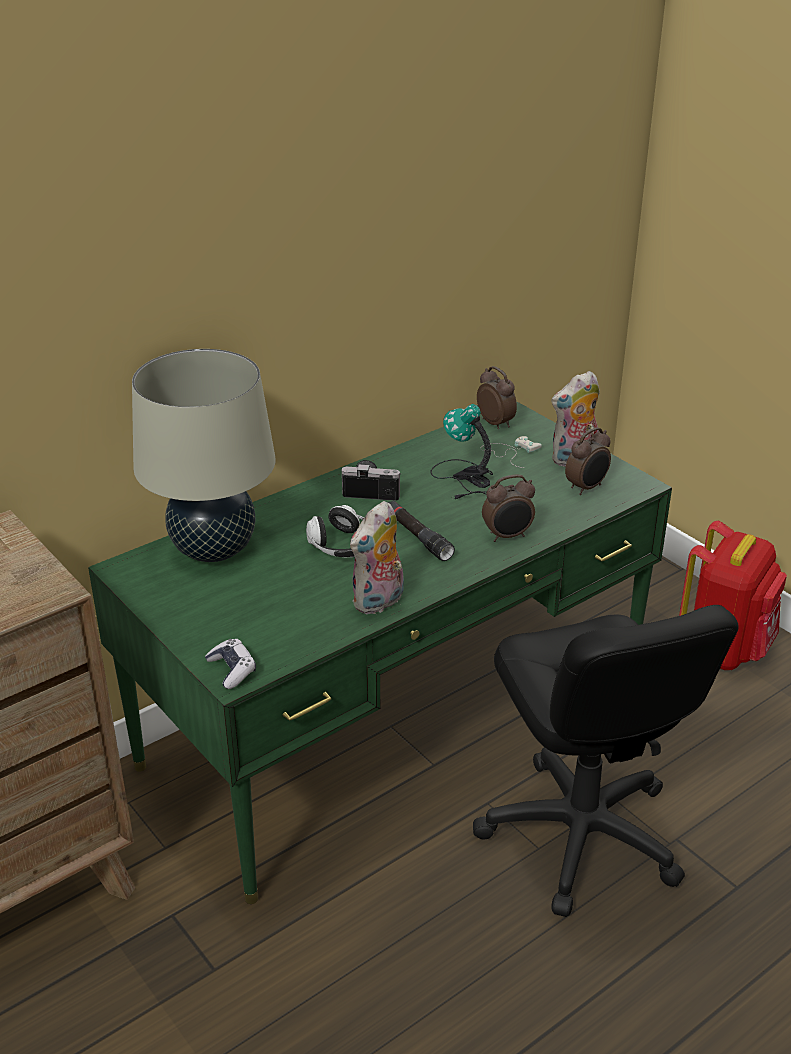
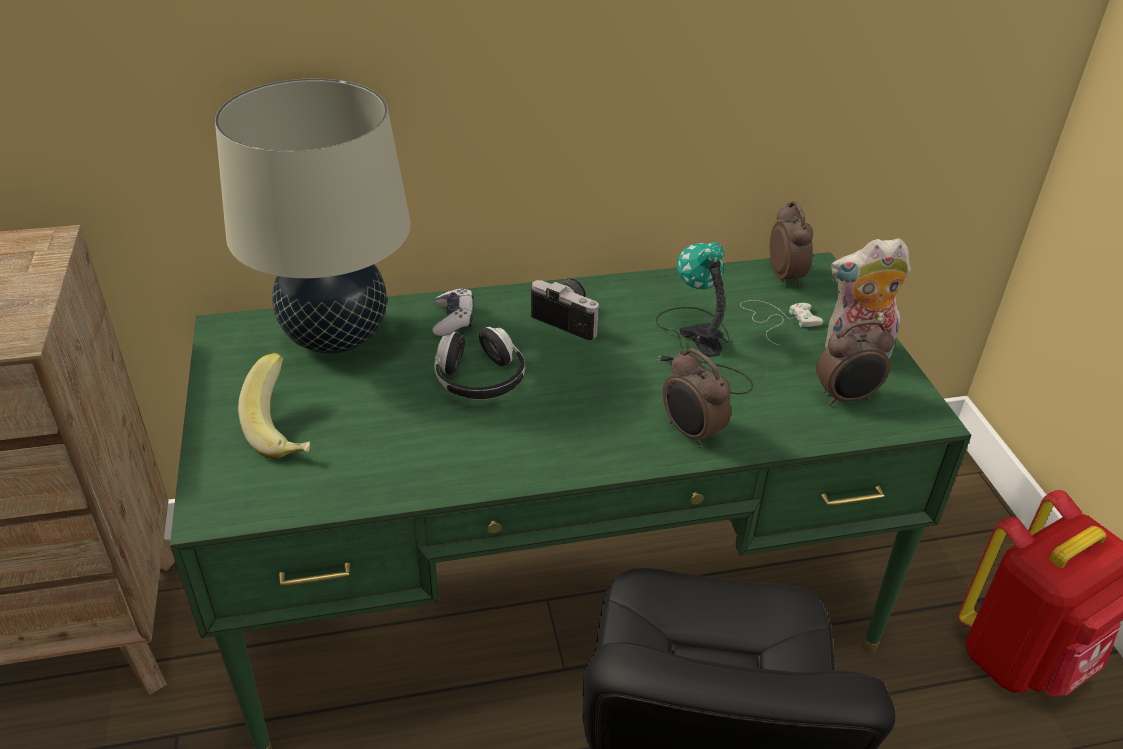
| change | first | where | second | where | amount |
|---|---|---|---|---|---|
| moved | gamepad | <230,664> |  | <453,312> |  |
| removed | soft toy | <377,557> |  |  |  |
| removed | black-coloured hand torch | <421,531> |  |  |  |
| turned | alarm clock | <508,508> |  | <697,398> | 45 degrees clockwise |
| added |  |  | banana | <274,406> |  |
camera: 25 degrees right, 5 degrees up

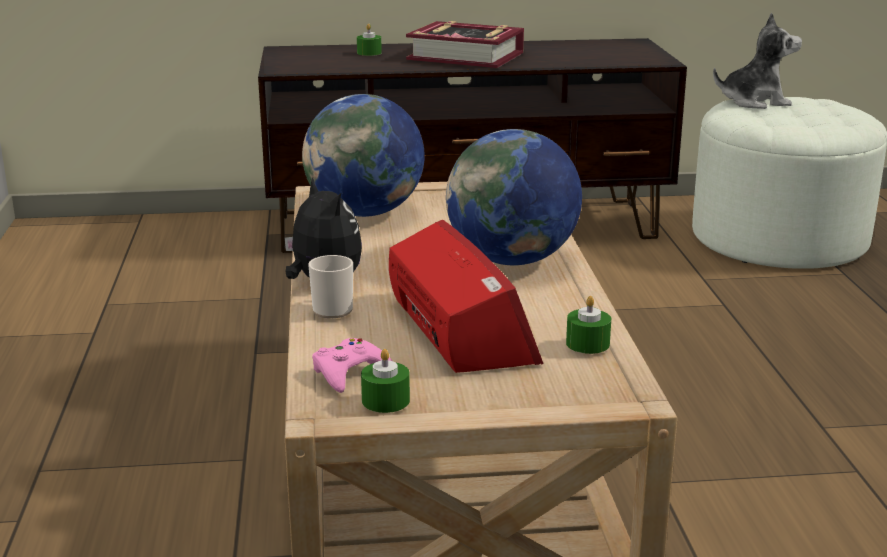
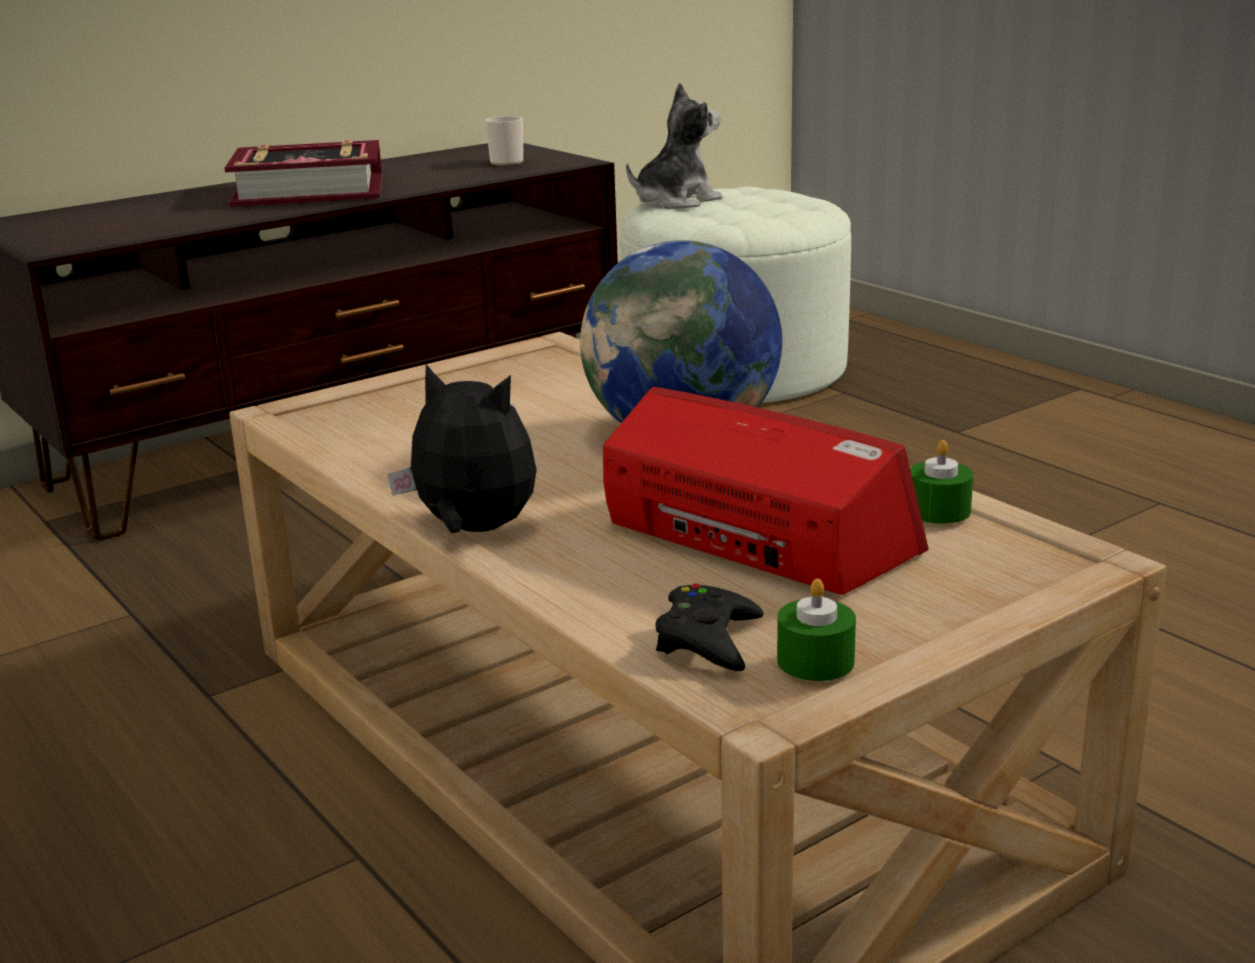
| change | first | where | second | where | amount |
|---|---|---|---|---|---|
| removed | globe | <363,155> |  |  |  |
| moved | mug | <330,286> |  | <504,140> |  |
| recoloured | pink-coloured gamepad | <352,365> | black-coloured gamepad | <709,627> |  |
| removed | green wax light | <369,40> |  |  |  |
camera: 30 degrees left, 0 degrees up

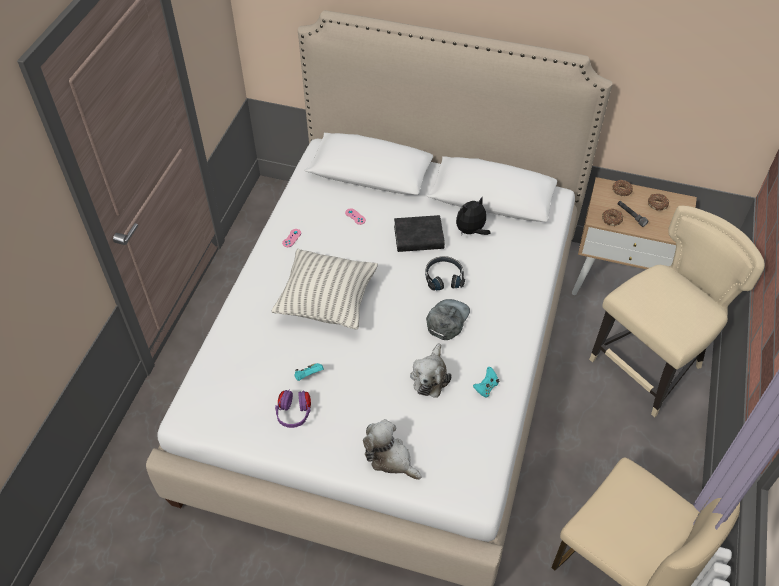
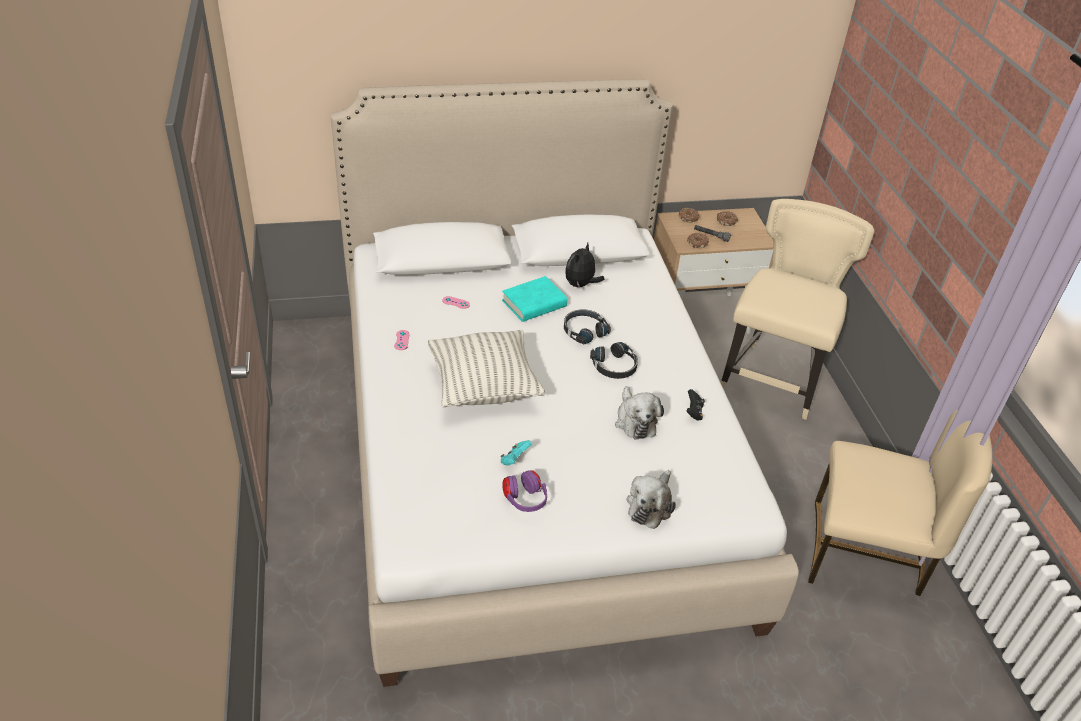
| change | first | where | second | where | amount |
|---|---|---|---|---|---|
| turned | soft toy | <392,449> |  | <651,499> | 75 degrees counterclockwise |
| recoloured | black-coloured book | <419,233> | blue-green book | <534,299> |  |
| replaced | greyish peaked cap | <448,319> | black-coloured headphones | <614,360> |  |
| recoloured | blue-green gamepad | <486,382> | black-coloured gamepad | <695,405> |  |
camera: 30 degrees left, 10 degrees down

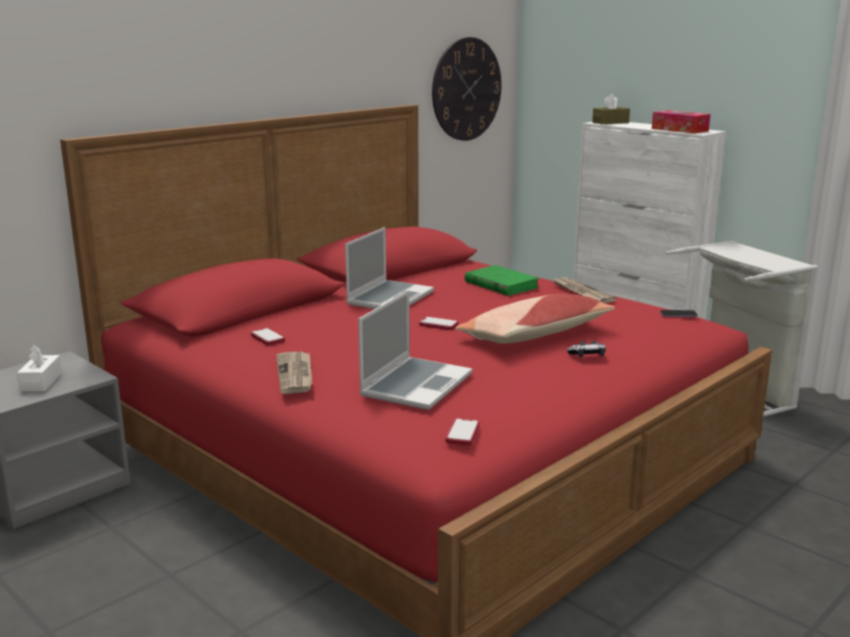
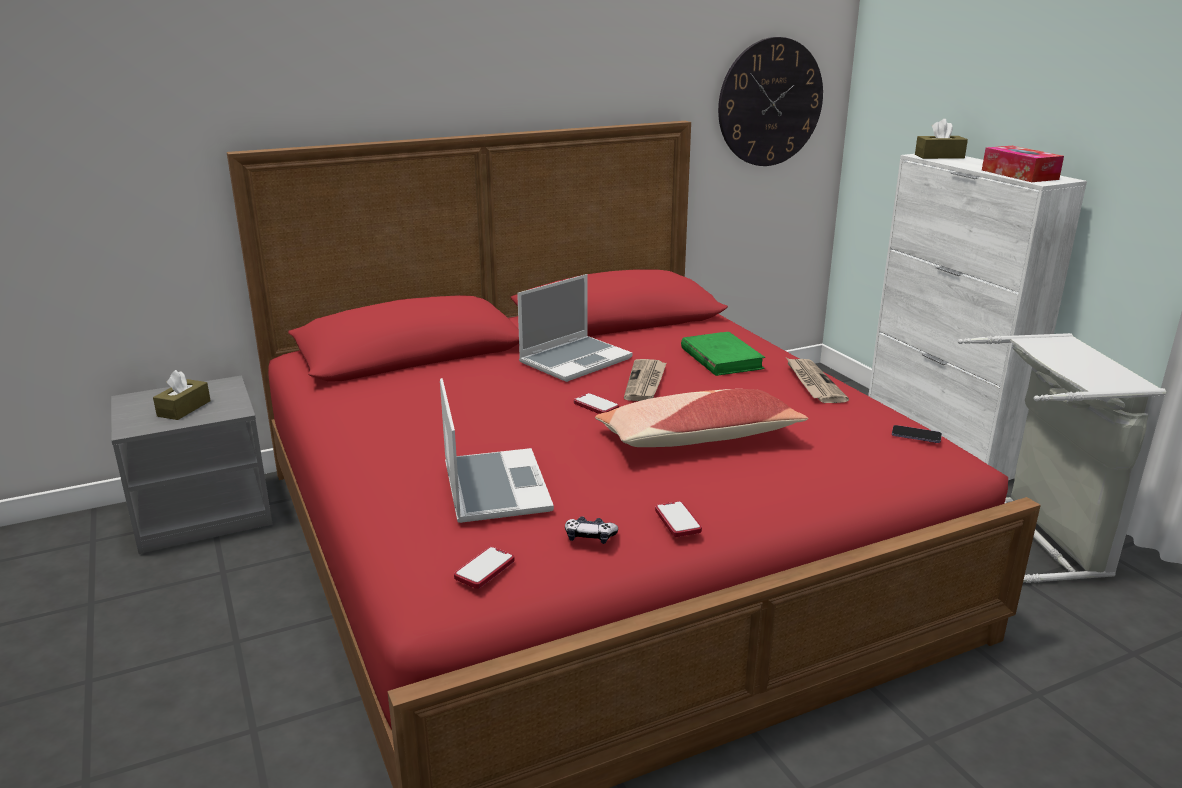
| change | first | where | second | where | amount |
|---|---|---|---|---|---|
| recoloured | white-coloured box of tissues | <39,368> | brownish box of tissues | <182,395> |  |
| moved | telephone | <268,336> |  | <678,519> |  |
| moved | daily paper | <294,373> |  | <645,380> |  |
| turned | notebook computer | <415,350> |  | <497,450> | 60 degrees counterclockwise |
| moved | gamepad | <586,349> |  | <591,530> |  |
camera: 20 degrees right, 5 degrees up

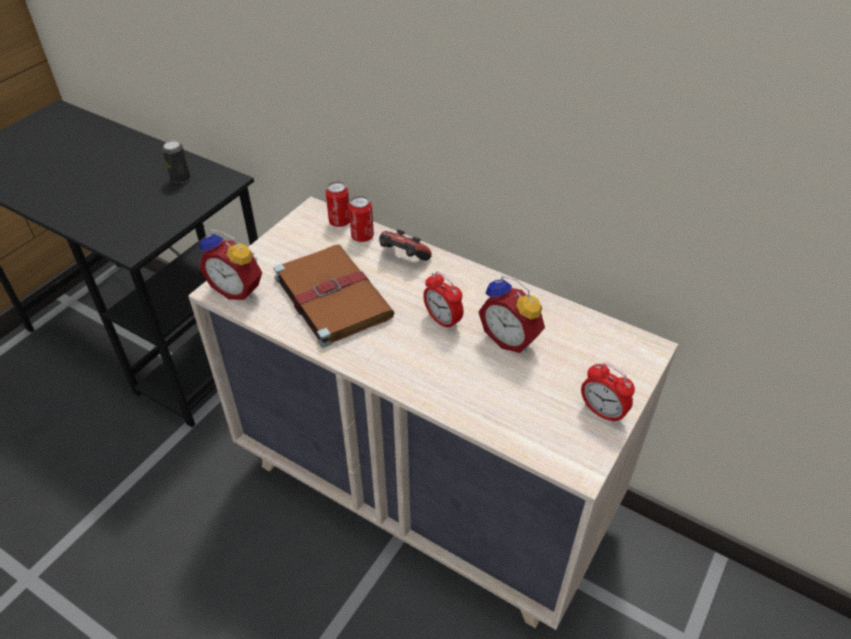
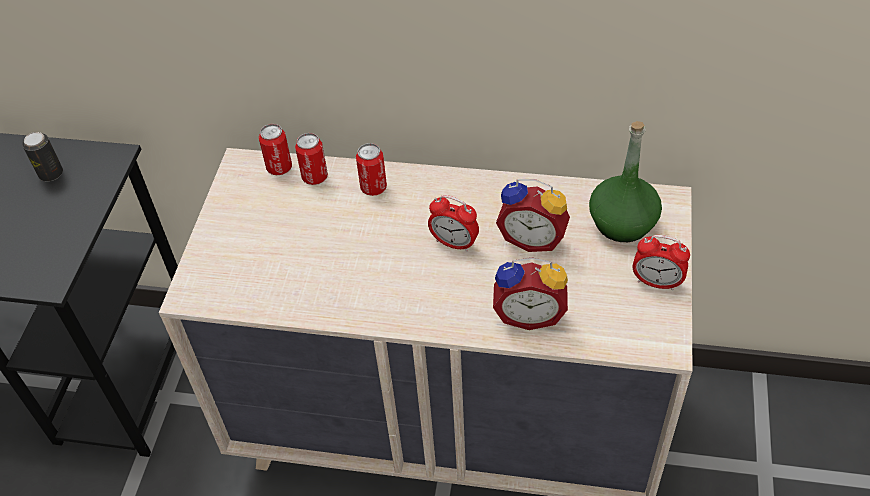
| change | first | where | second | where | amount |
|---|---|---|---|---|---|
| moved | alarm clock | <230,265> |  | <530,293> |  |
| removed | brownish book | <334,296> |  |  |  |
| replaced | gamepad | <405,245> | sealed can | <371,169> |  |
| added |  |  | green bottle | <625,181> |  |
camera: 20 degrees left, 5 degrees up

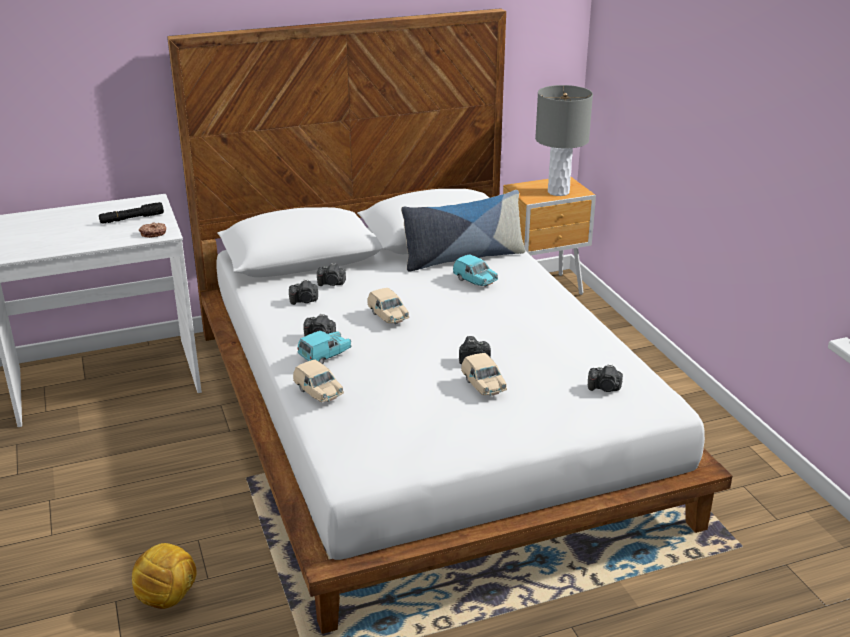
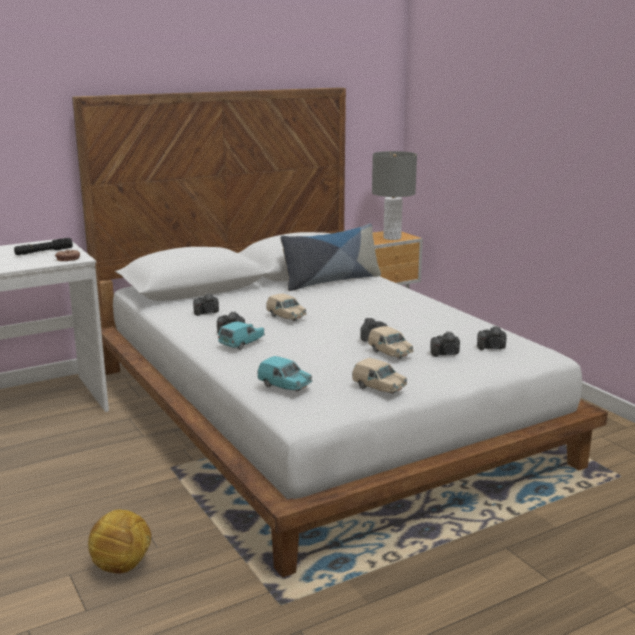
| change | first | where | second | where | amount |
|---|---|---|---|---|---|
| moved | sand-coloured toy car | <318,381> |  | <379,376> |  |
| moved | still camera | <331,274> |  | <445,344> |  |
| moved | blue-green toy car | <475,270> |  | <285,373> |  |
camera: 10 degrees left, 10 degrees down

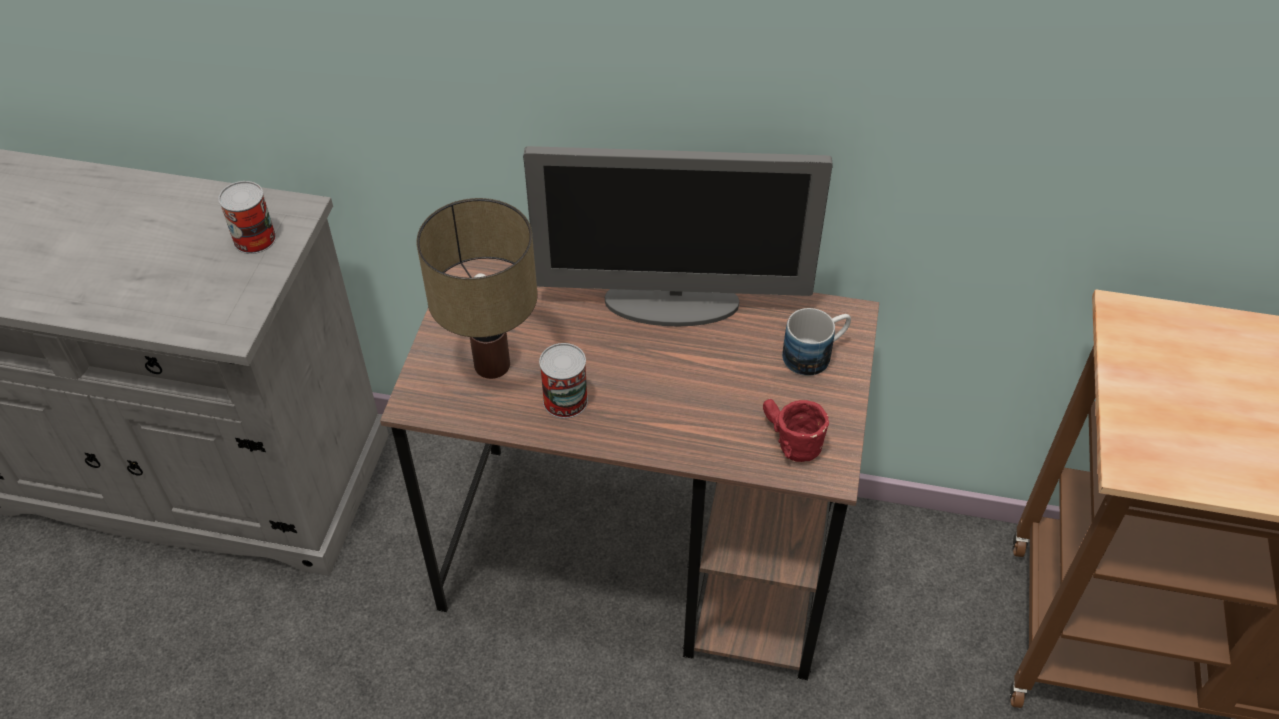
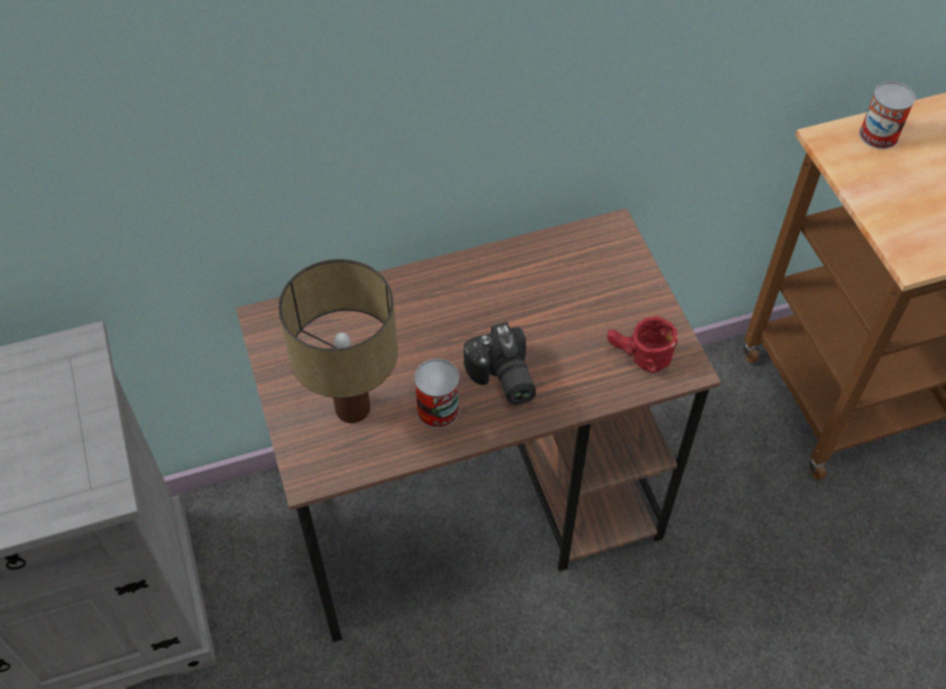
| change | first | where | second | where | amount |
|---|---|---|---|---|---|
| moved | sealed can | <247,217> |  | <887,115> |  |
| removed | computer screen | <678,236> |  |  |  |
| removed | mug | <816,342> |  |  |  |
| added |  |  | still camera | <500,363> |  |
camera: 30 degrees left, 5 degrees up

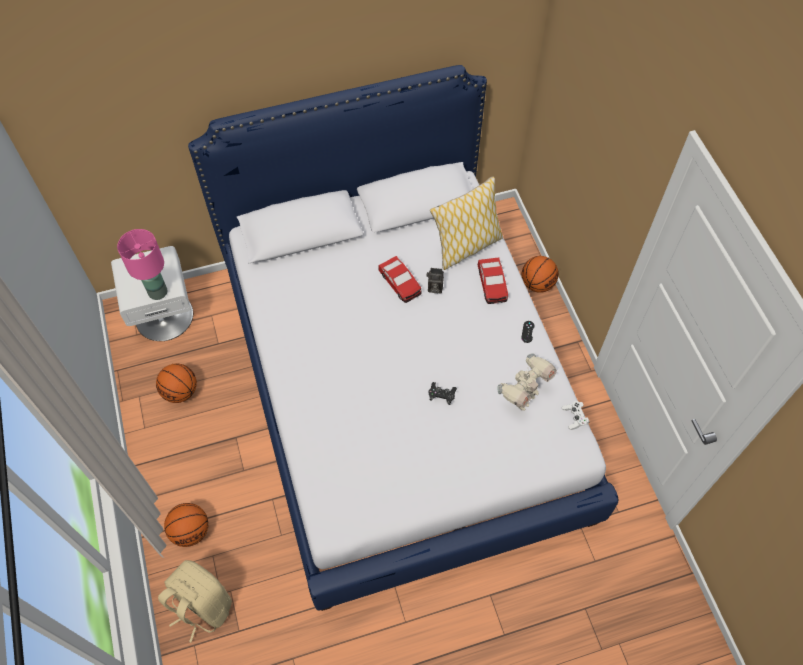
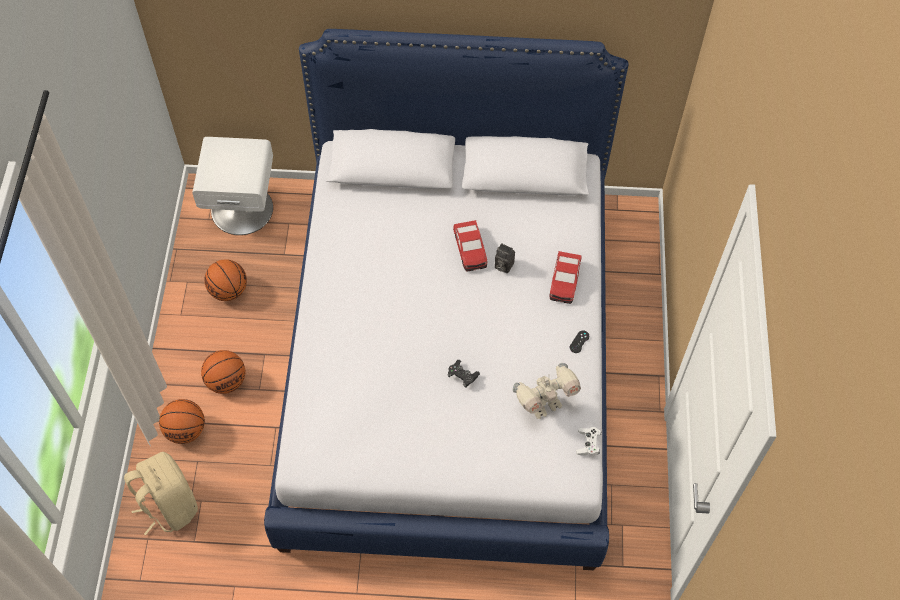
| change | first | where | second | where | amount |
|---|---|---|---|---|---|
| removed | pink-coloured lamp for a table | <142,264> |  |  |  |
| removed | pillow | <466,223> |  |  |  |
| moved | basketball ball | <540,274> |  | <223,372> |  |
camera: 20 degrees right, 0 degrees up

